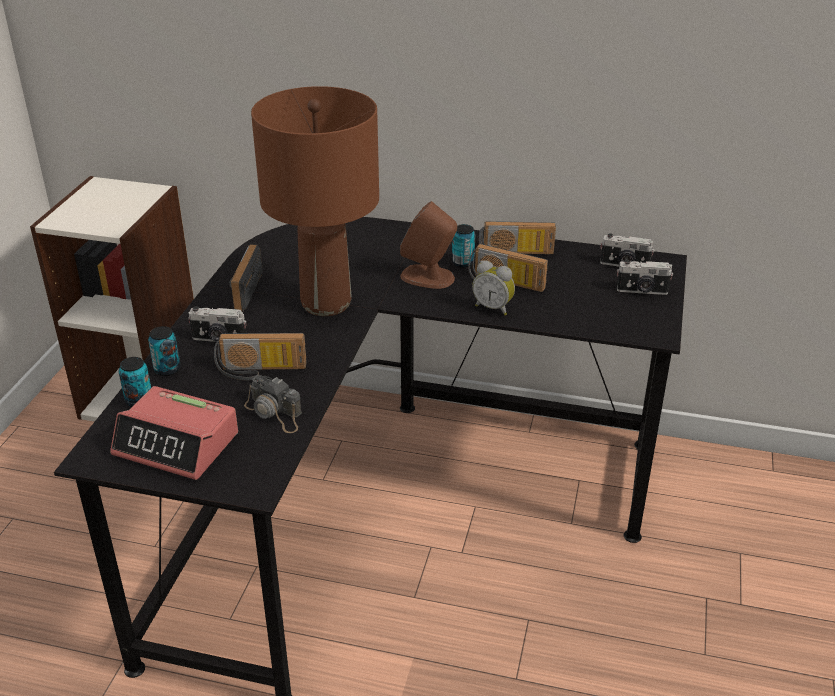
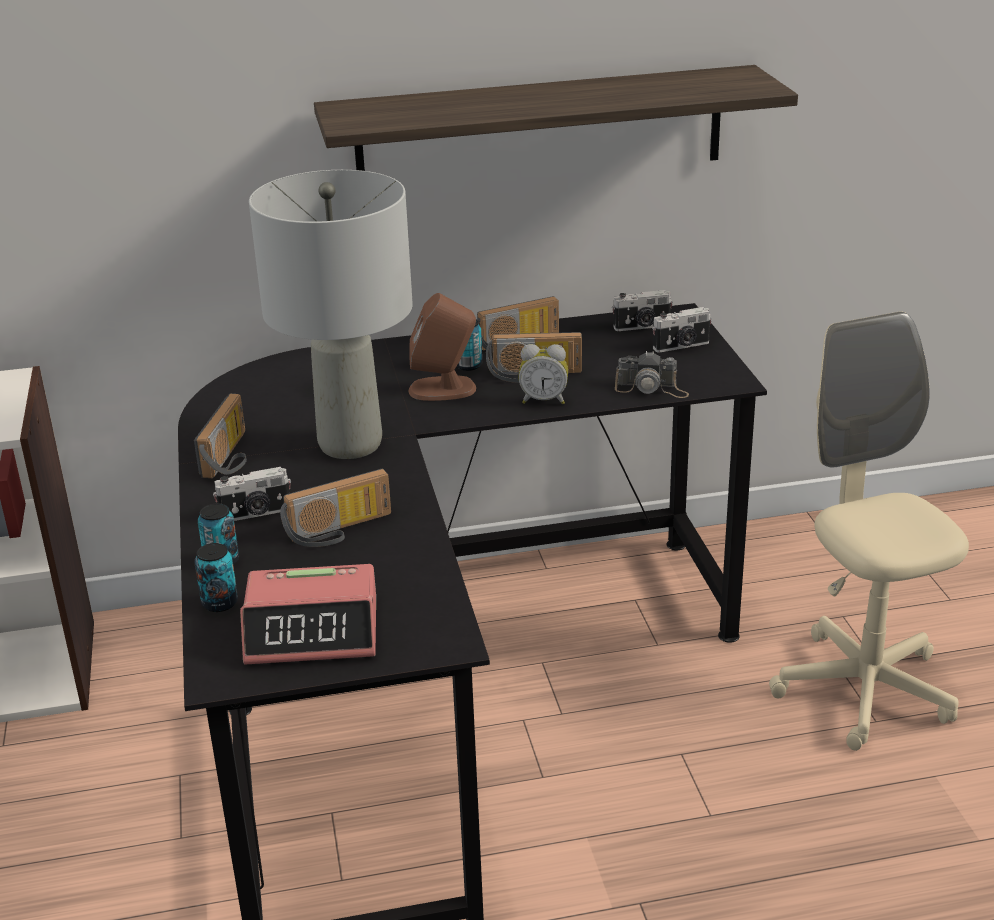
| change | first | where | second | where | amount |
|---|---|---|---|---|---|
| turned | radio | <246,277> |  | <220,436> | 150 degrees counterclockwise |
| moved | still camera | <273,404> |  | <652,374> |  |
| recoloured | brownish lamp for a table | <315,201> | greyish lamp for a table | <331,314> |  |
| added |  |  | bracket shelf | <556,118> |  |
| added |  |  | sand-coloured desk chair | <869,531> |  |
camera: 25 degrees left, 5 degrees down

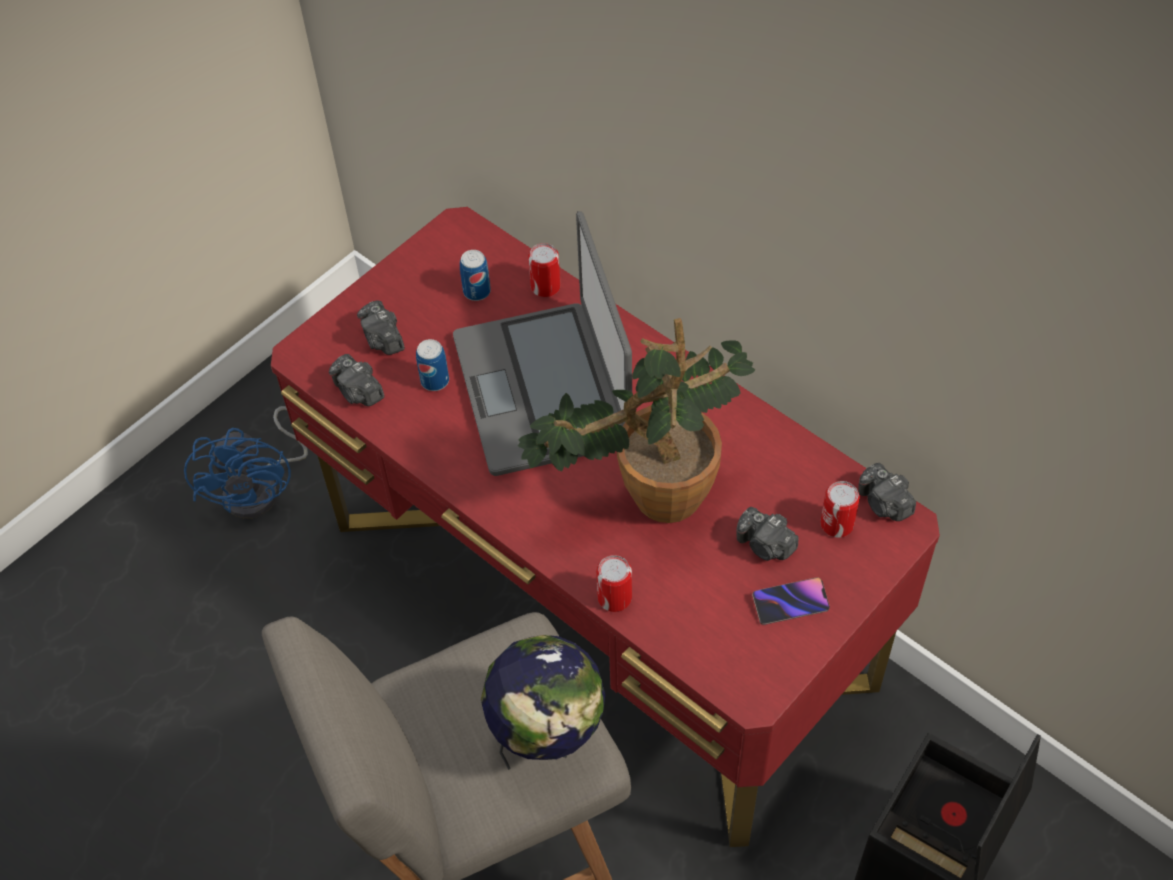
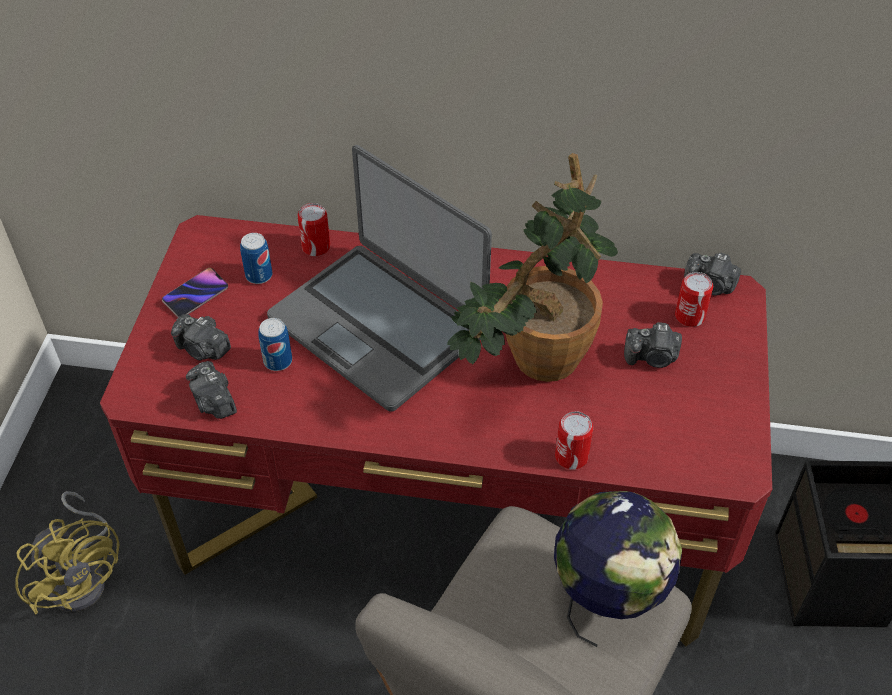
| change | first | where | second | where | amount |
|---|---|---|---|---|---|
| recoloured | blue-coloured fan | <246,462> | yellow fan | <67,552> |  |
| turned | still camera | <356,380> |  | <211,390> | 45 degrees clockwise |
| moved | telephone | <791,601> |  | <195,292> |  |
camera: 35 degrees left, 5 degrees down

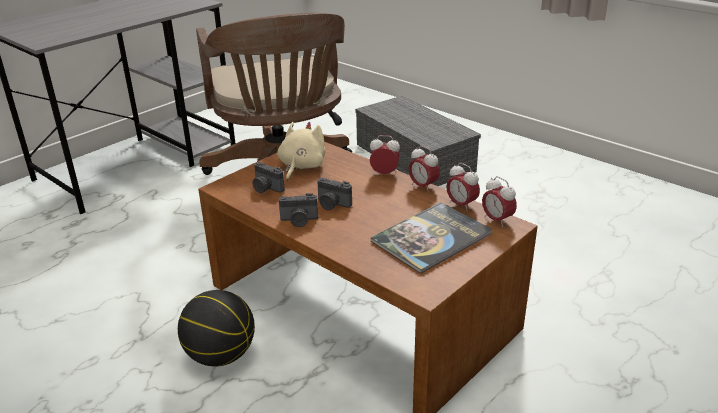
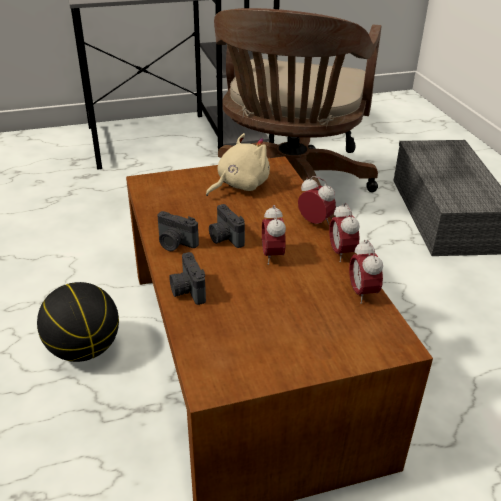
| change | first | where | second | where | amount |
|---|---|---|---|---|---|
| moved | still camera | <269,177> |  | <187,278> |  |
| removed | book | <431,238> |  |  |  |
| moved | alarm clock | <499,202> |  | <274,235> |  |
camera: 30 degrees right, 5 degrees up

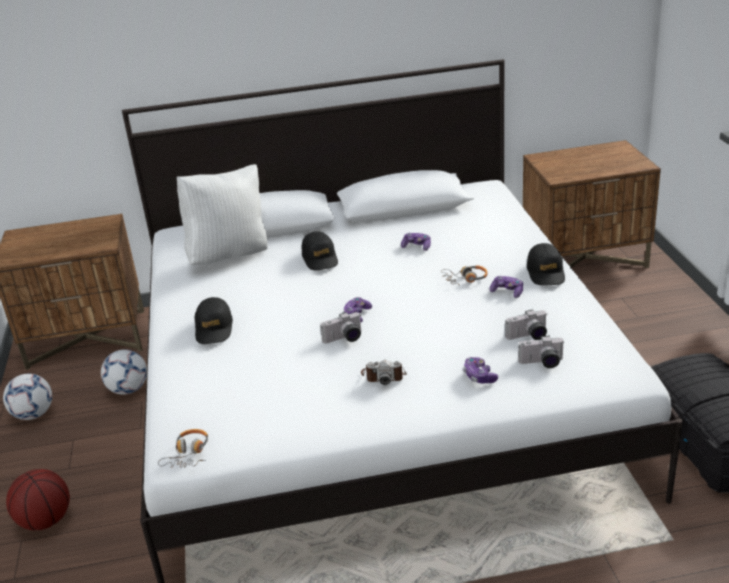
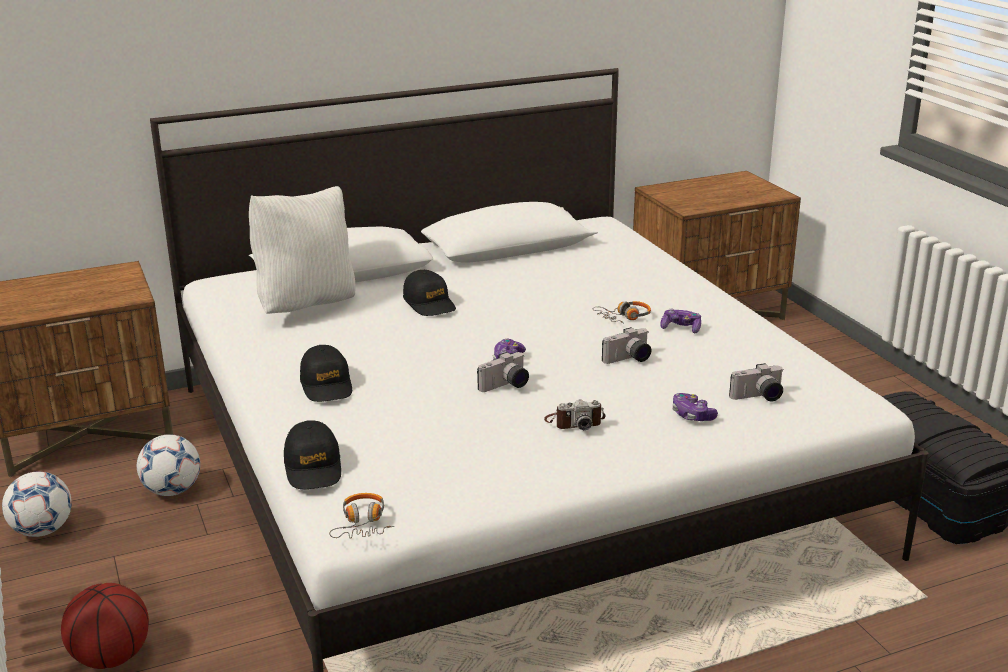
| change | first | where | second | where | amount |
|---|---|---|---|---|---|
| removed | gamepad | <416,241> |  |  |  |
| moved | still camera | <526,324> |  | <627,345> |  |
| moved | black-coloured peaked cap | <546,264> |  | <312,454> |  |
camera: 15 degrees left, 5 degrees down

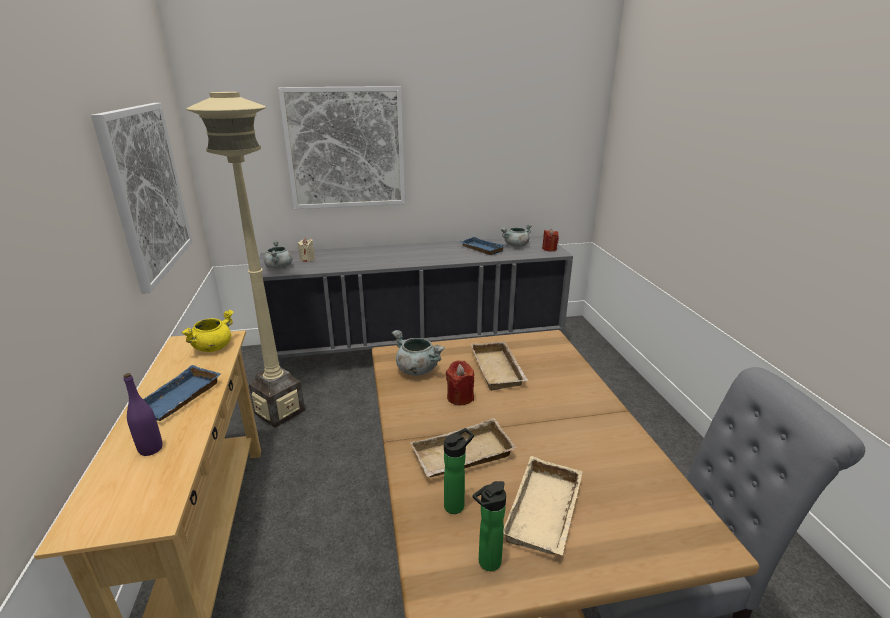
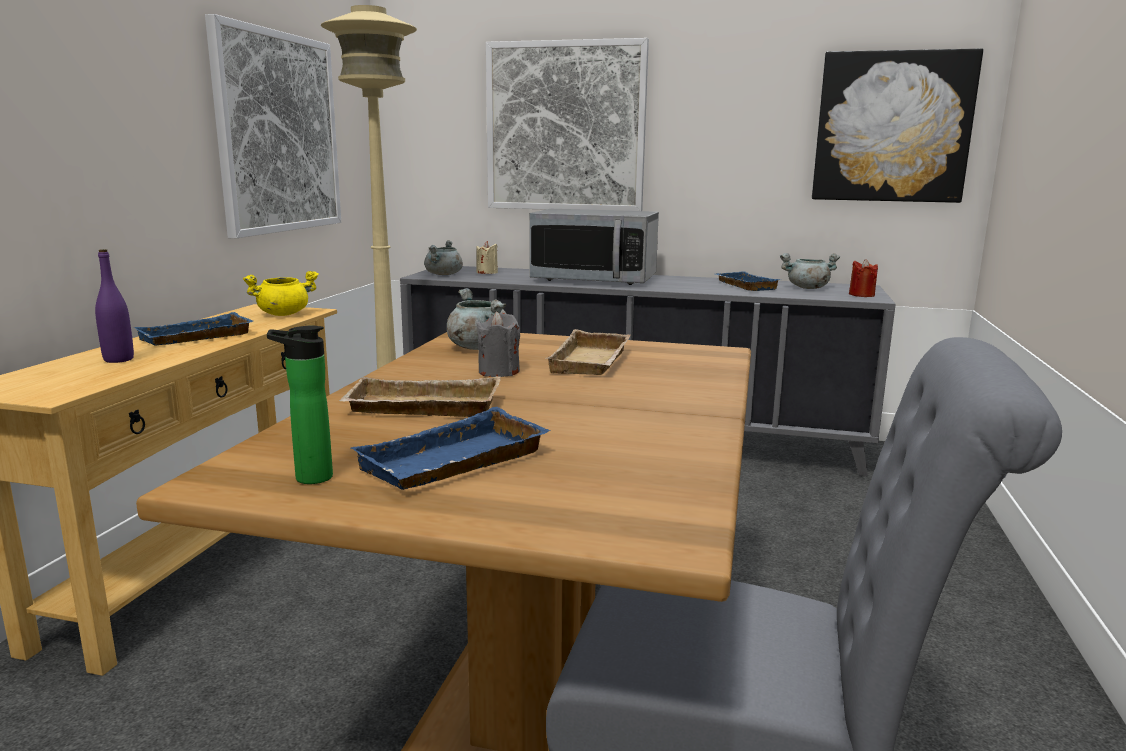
| change | first | where | second | where | amount |
|---|---|---|---|---|---|
| removed | bottle | <459,471> |  |  |  |
| recoloured | reddish wax light | <460,382> | greyish wax light | <498,344> |  |
| recoloured | sand-coloured carrying tray | <543,506> | blue-coloured carrying tray | <450,448> |  |
| added |  |  | microwave | <594,247> |  |
| added |  |  | picture | <897,126> |  |
camera: 25 degrees right, 10 degrees down

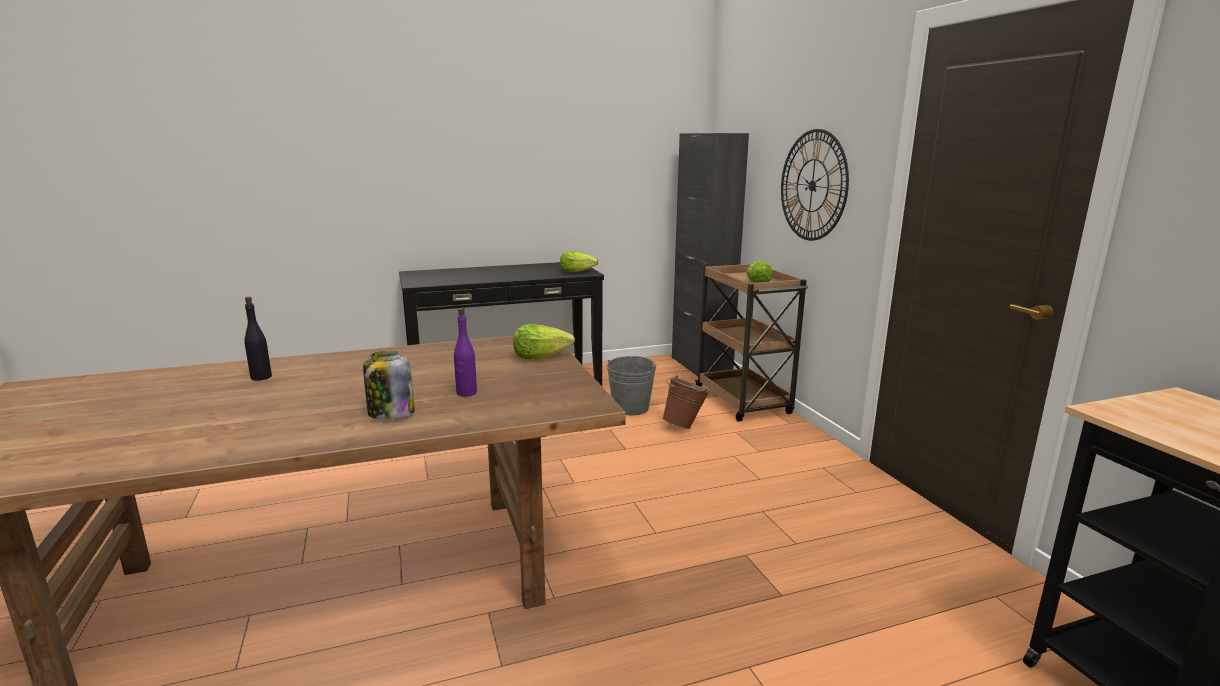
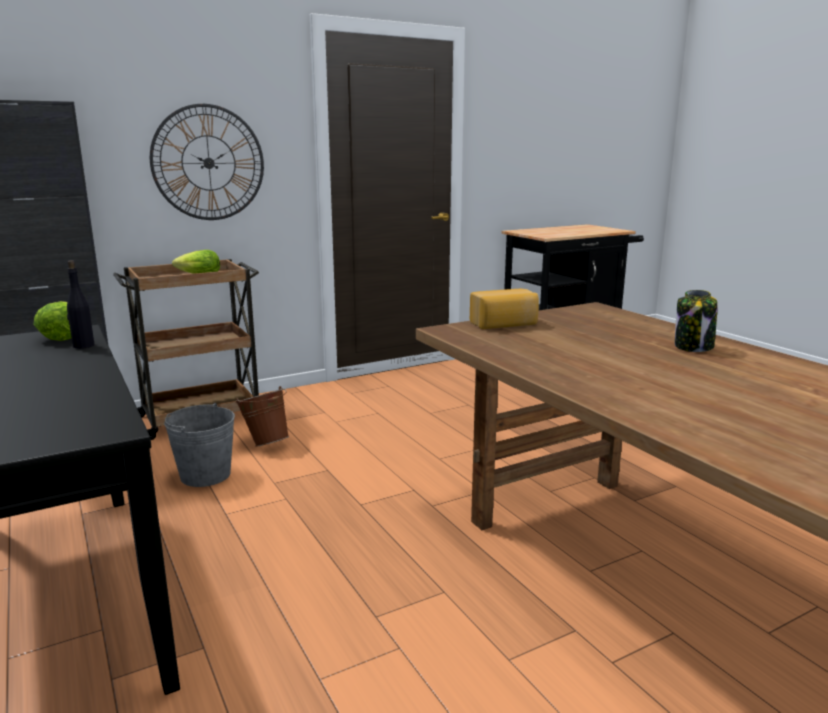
| change | first | where | second | where | amount |
|---|---|---|---|---|---|
| moved | black-coloured bottle | <258,339> |  | <81,304> |  |
| removed | purple bottle | <465,352> |  |  |  |
| replaced | lettuce head | <544,342> | baked bread | <504,309> |  |
camera: 100 degrees left, 0 degrees up

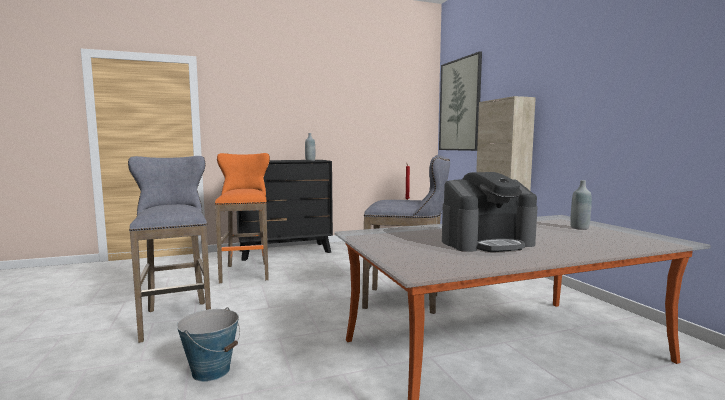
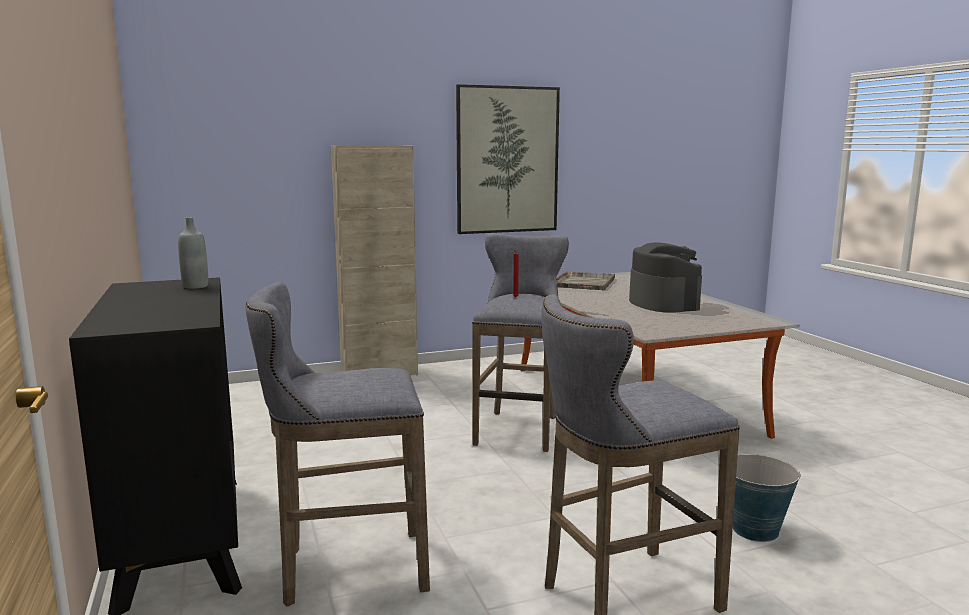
| change | first | where | second | where | amount |
|---|---|---|---|---|---|
| recoloured | orange-coloured stool | <242,218> | greyish stool | <338,444> |  |
| moved | picture | <460,101> |  | <508,159> |  |
| replaced | greyish bottle | <581,205> | greyish carrying tray | <586,280> |  |
camera: 90 degrees left, 5 degrees up

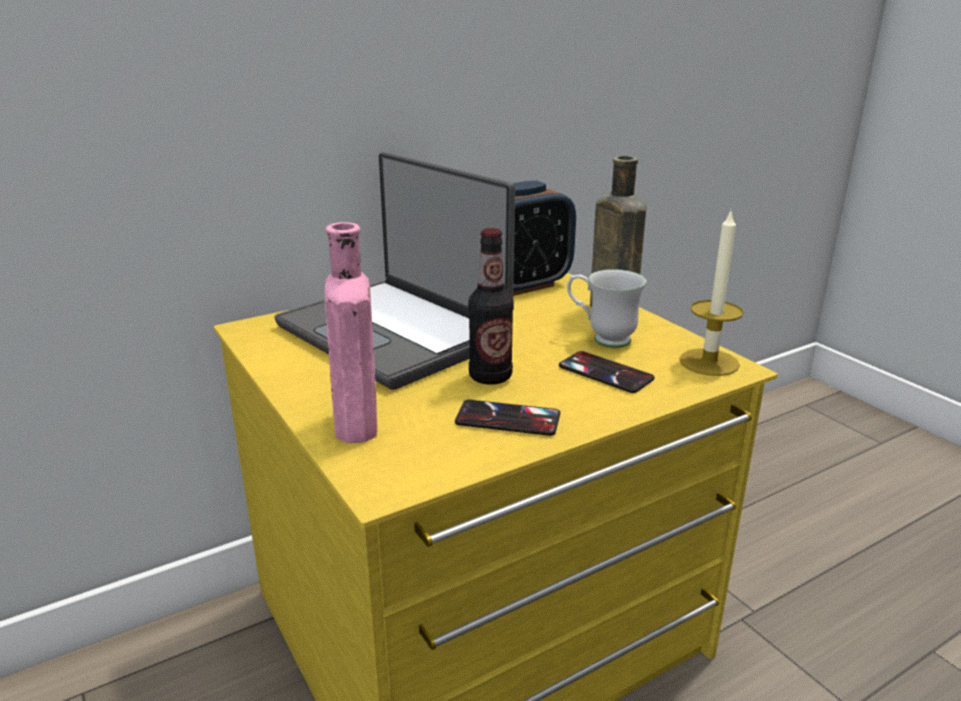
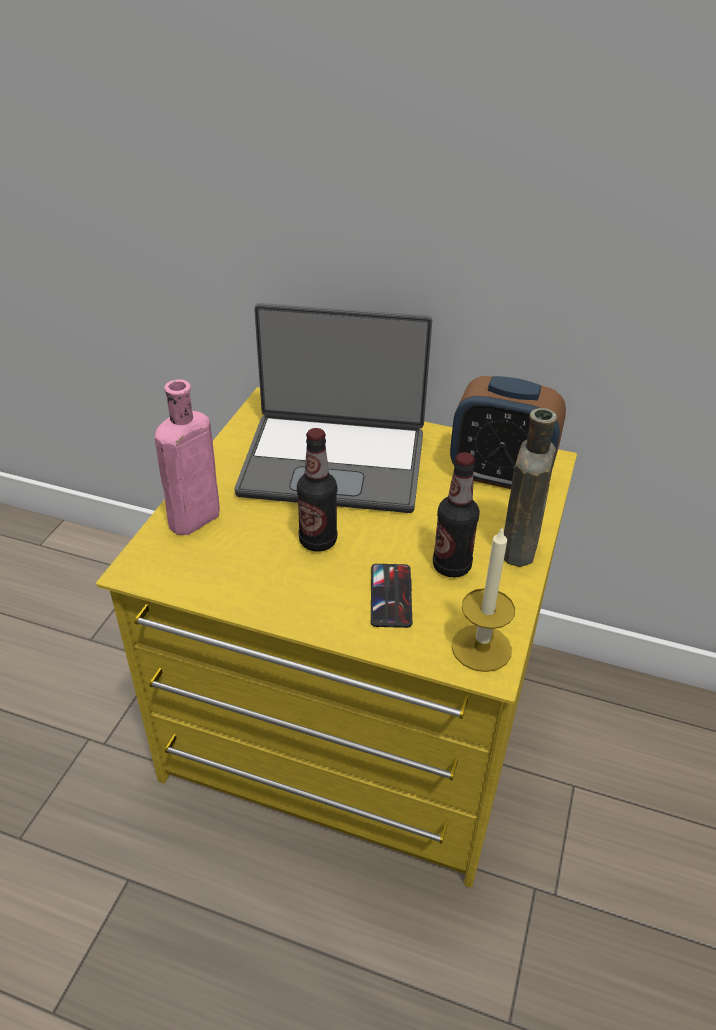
| change | first | where | second | where | amount |
|---|---|---|---|---|---|
| turned | notebook computer | <394,271> |  | <333,408> | 90 degrees counterclockwise |
| removed | telephone | <507,418> |  |  |  |
| replaced | white-coloured mug | <607,308> | bottle | <456,514> |  |
camera: 50 degrees right, 15 degrees up

